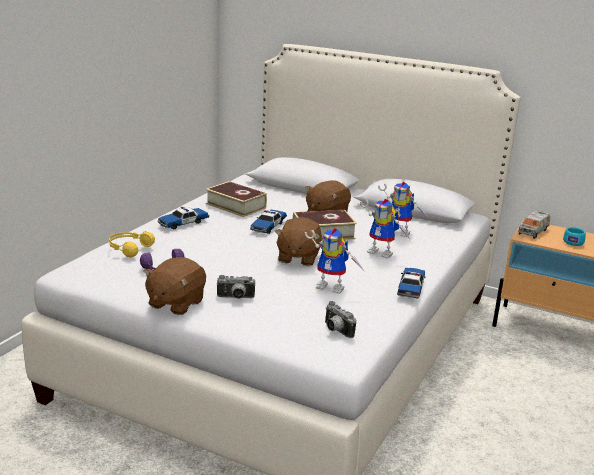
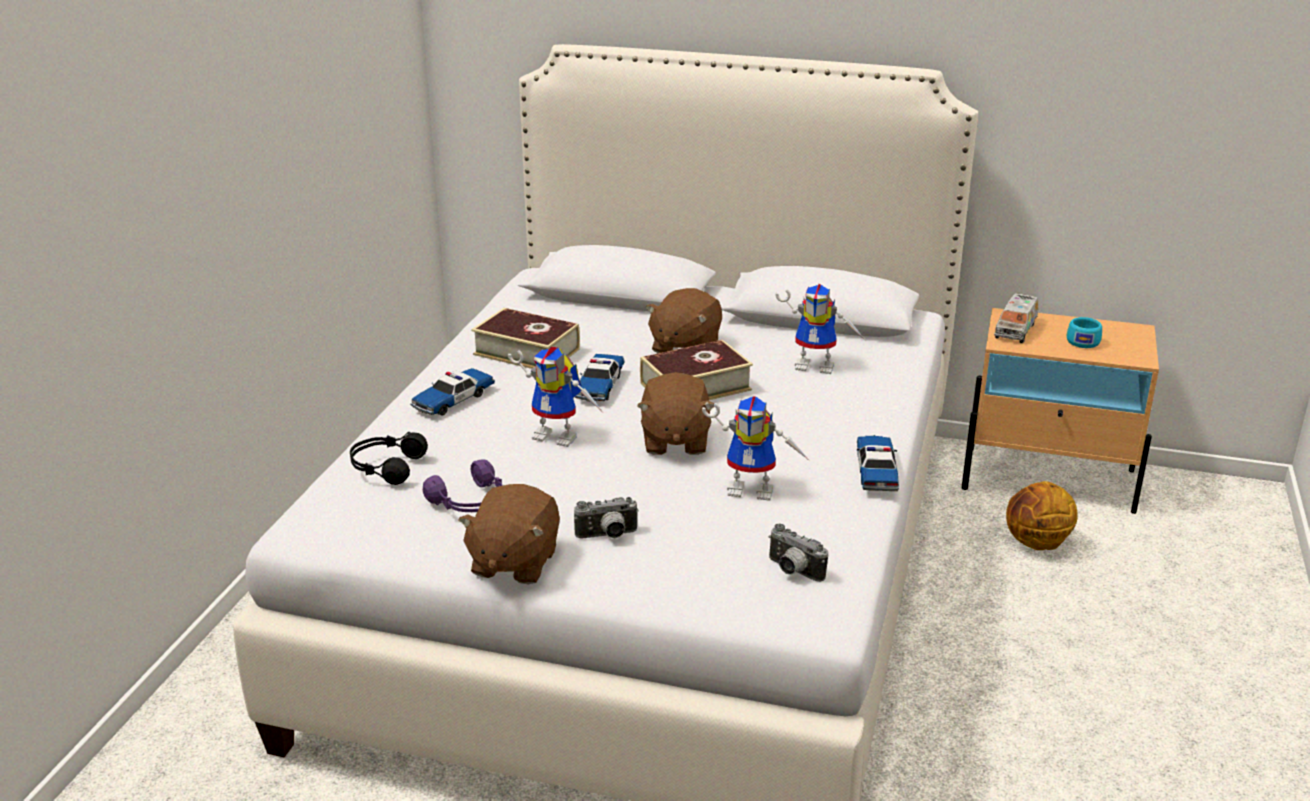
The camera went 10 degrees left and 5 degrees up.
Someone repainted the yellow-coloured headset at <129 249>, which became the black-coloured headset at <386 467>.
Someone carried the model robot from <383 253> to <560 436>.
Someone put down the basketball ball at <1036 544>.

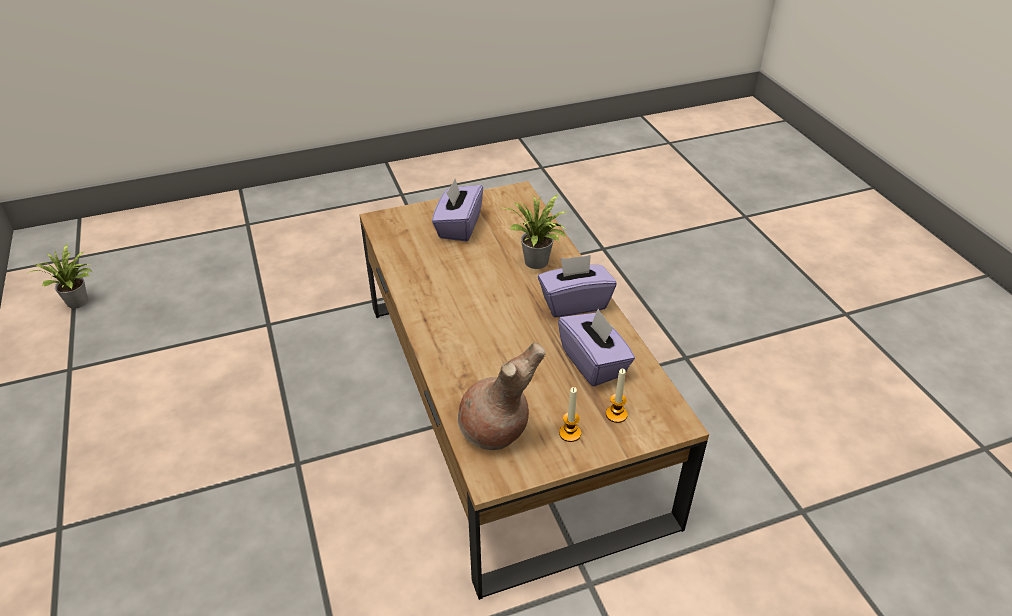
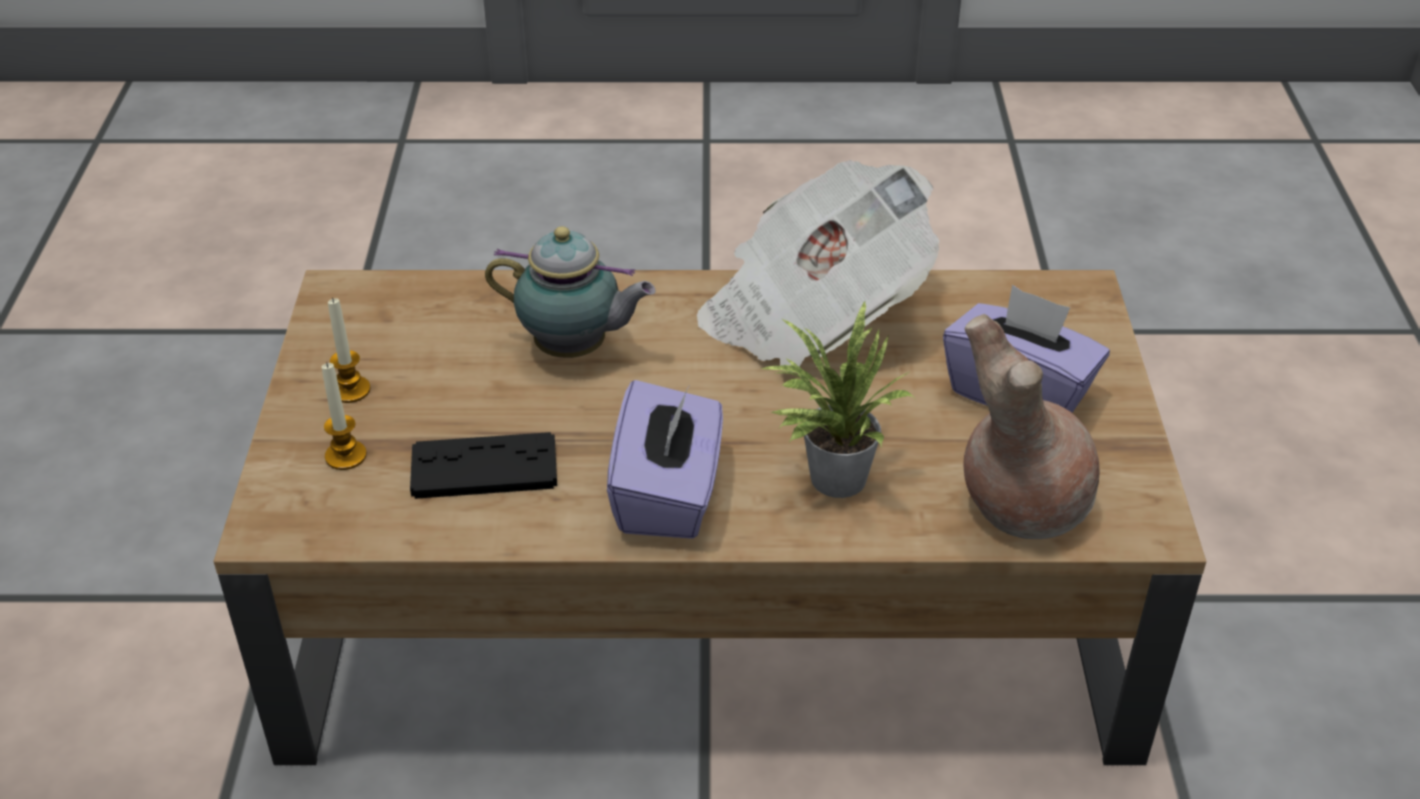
The camera went 110 degrees right and 0 degrees up.
Someone swapped the purple-coloured tissue holder at <594 363> for the black-coloured gamepad at <484 468>.
Someone put down the teapot at <575 350>.
Someone put down the newspaper at <812 313>.
Someone carried the brown decorative vase from <495 433> to <1018 506>.
Someone took away the plant in a pot at <79 303>.

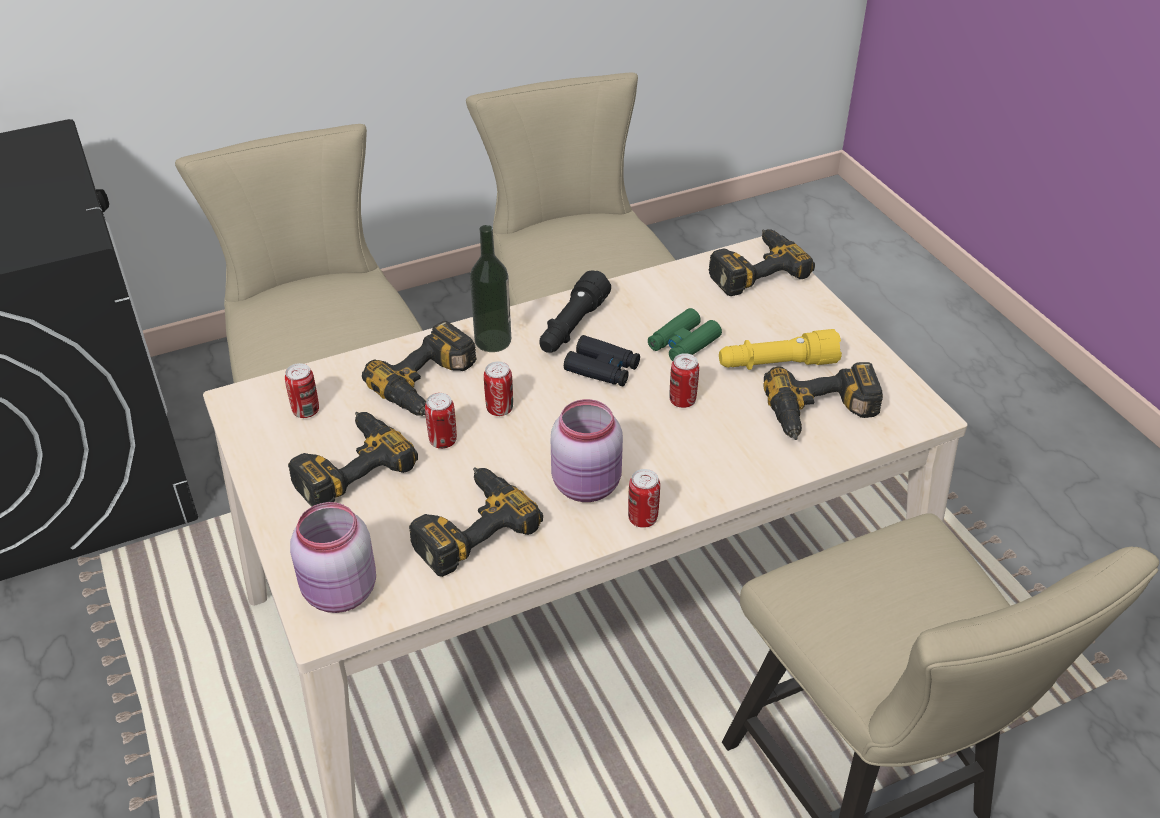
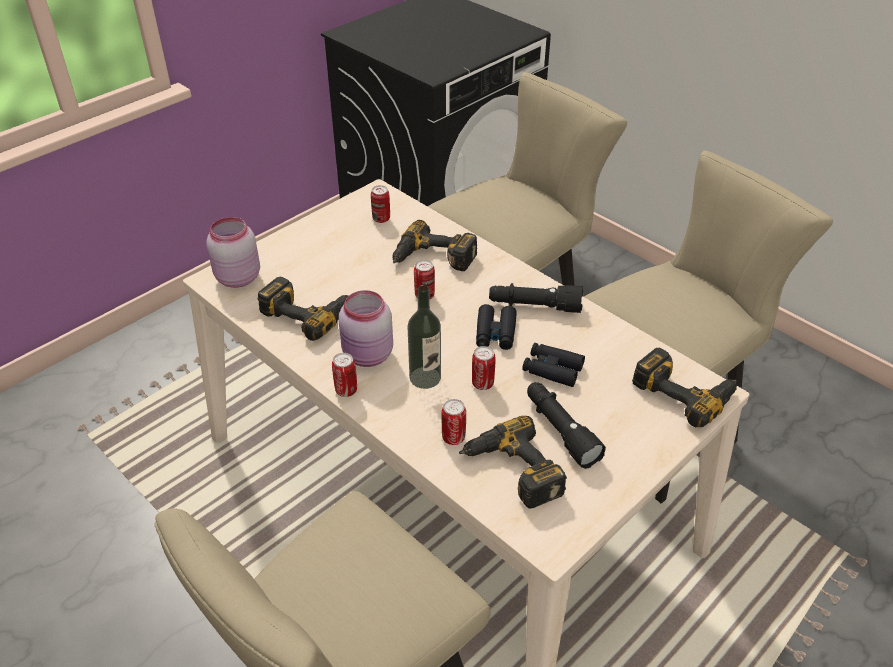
The camera went 70 degrees right and 0 degrees up.
Someone carried the bottle from <493 340> to <425 377>.
Someone carried the sealed can from <443 441> to <453 437>.
Someone repainted the green pair of binoculars at <683 343>, which became the black-coloured pair of binoculars at <552 369>.
Someone repainted the yellow-coloured torch at <776 364>, which became the black-coloured torch at <560 431>.
Someone took away the power drill at <348 466>.

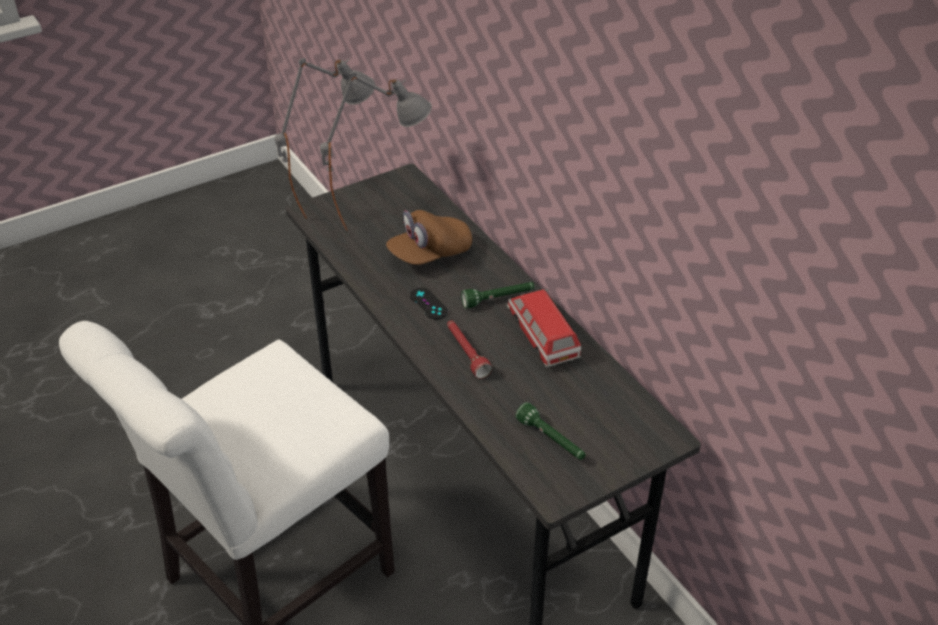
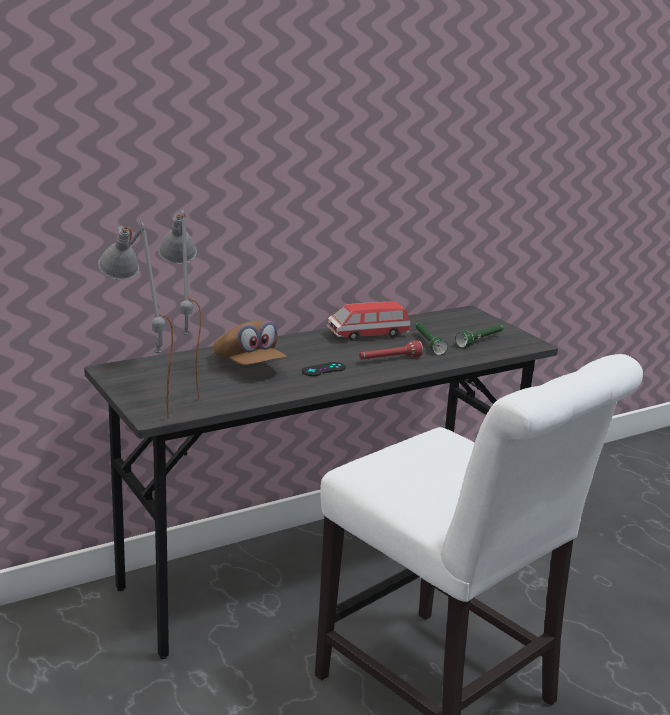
The camera went 90 degrees left and 20 degrees down.
Someone carried the green torch from <498 299> to <428 343>.

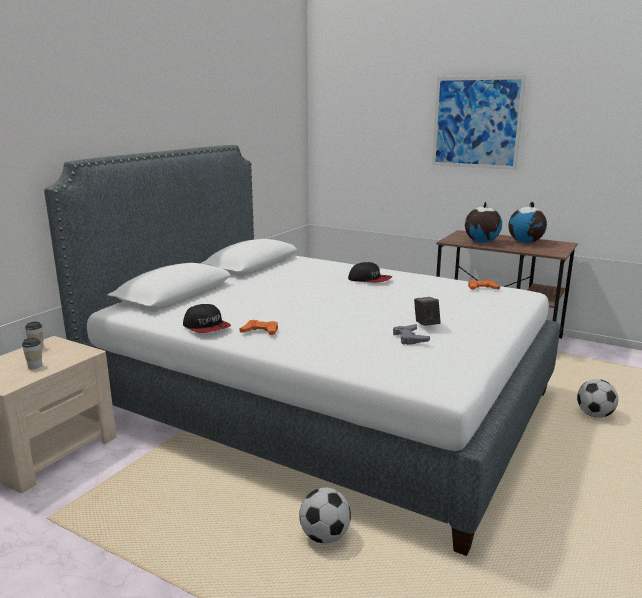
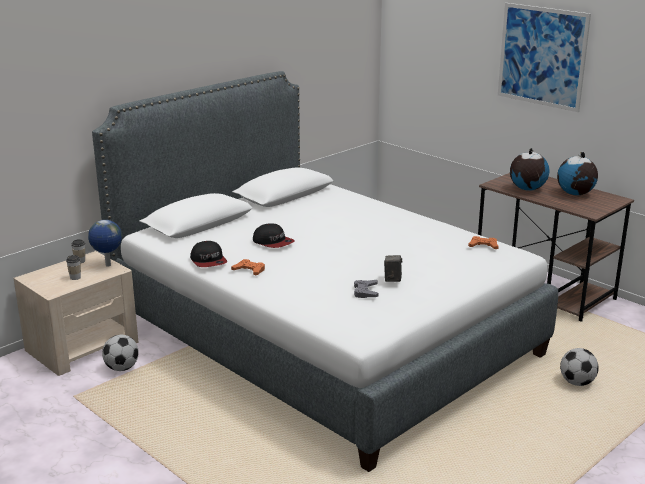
The camera went 15 degrees right and 5 degrees up.
Someone put down the world globe at <108 265>.
Someone carried the football from <324 536> to <122 368>.
Someone carried the cap from <370 280> to <273 242>.

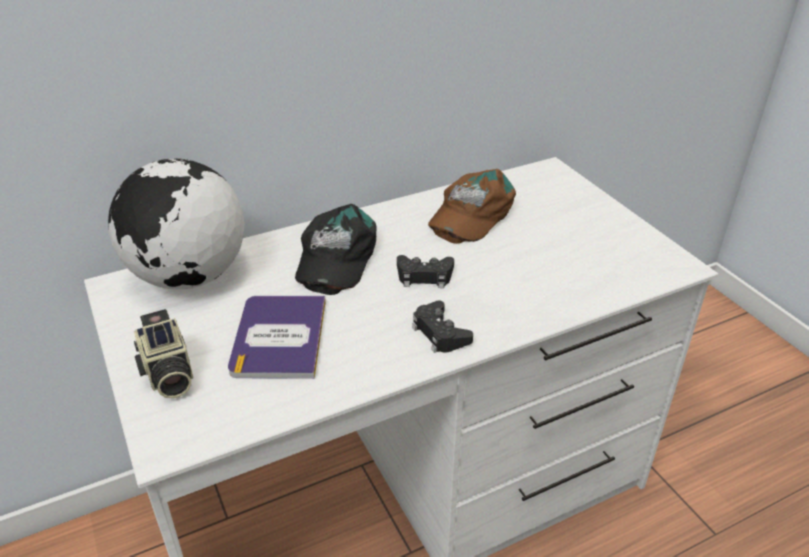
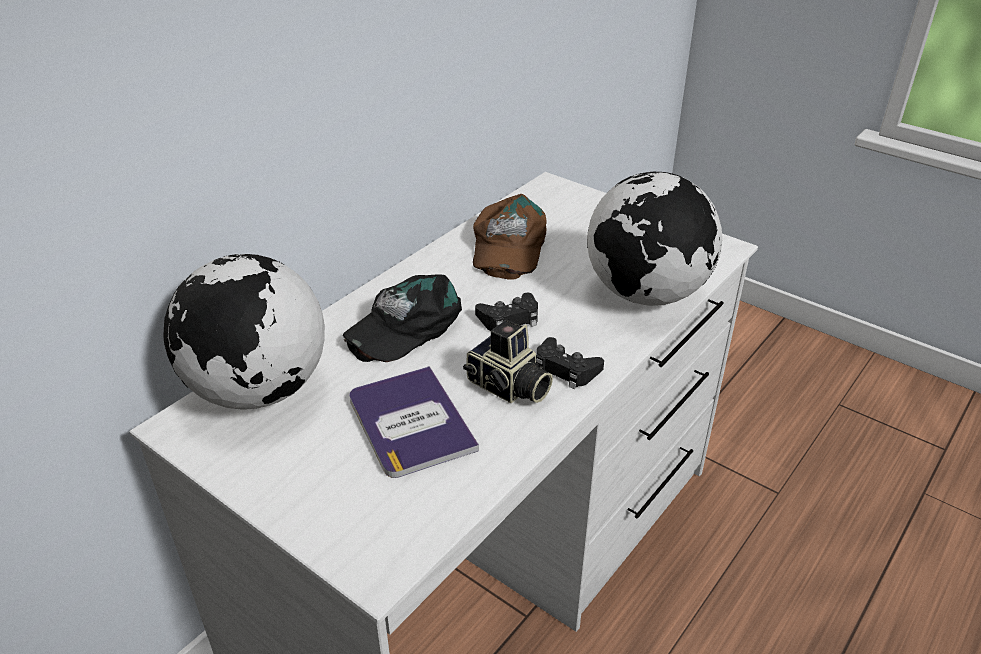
The camera went 25 degrees left and 0 degrees up.
Someone rotated the black-coloured cap at <335 257> by 60 degrees clockwise.
Someone carried the still camera from <167 375> to <508 388>.
Someone put down the world globe at <646 294>.

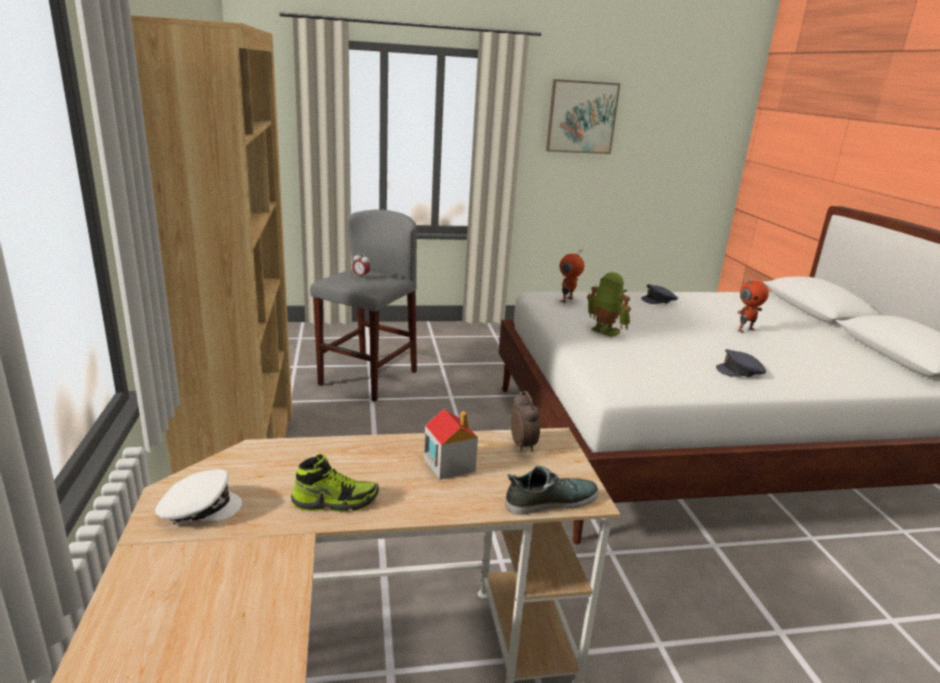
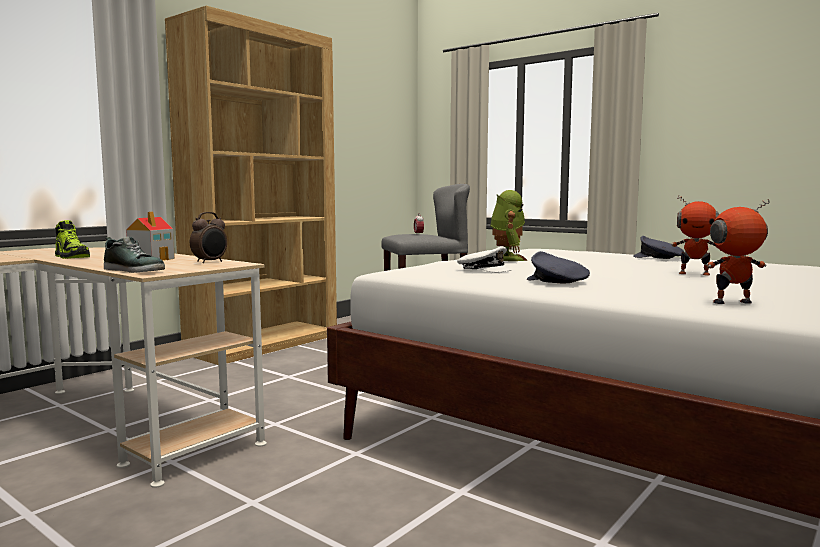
The camera went 50 degrees right and 15 degrees down.
Someone carried the whitish cap from <199 508> to <484 270>.
Someone carried the model robot from <567 300> to <733 303>.
Someone took away the wall art at <581 117>.

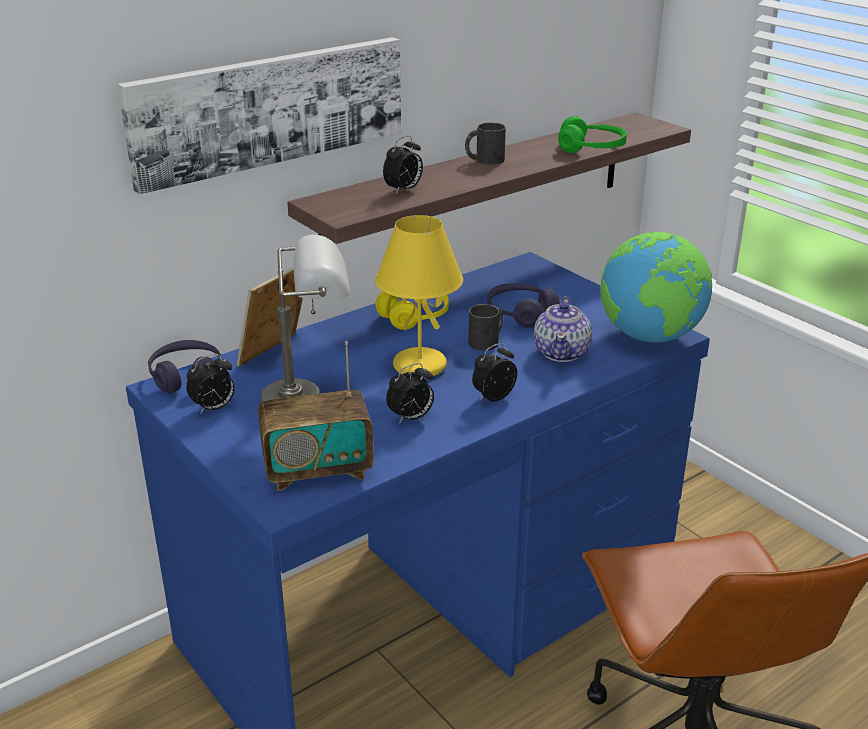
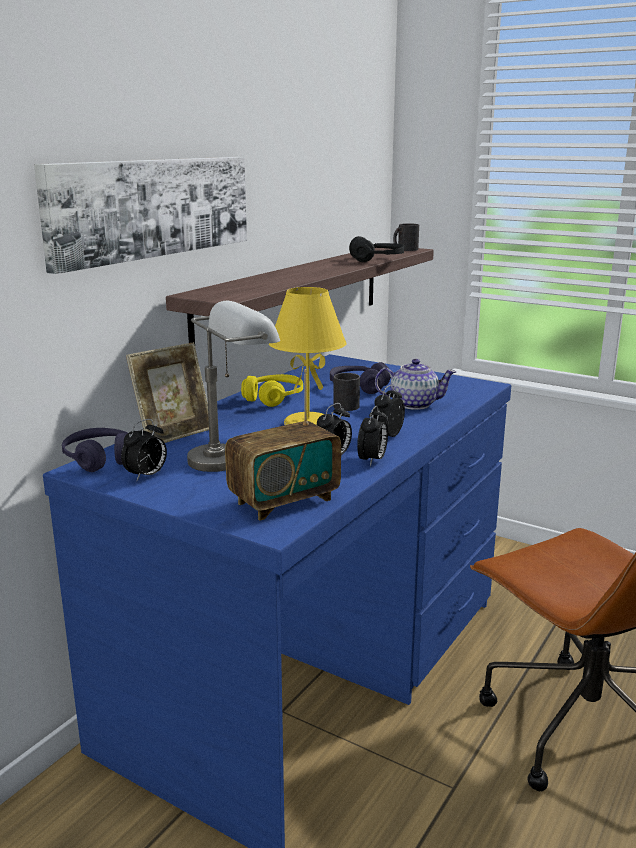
The camera went 20 degrees left and 10 degrees down.
Someone rotated the picture frame at <276 354> by 150 degrees counterclockwise.
Someone repainted the green headset at <591 148>, which became the black-coloured headset at <377 259>.
Someone carried the table clock from <404 190> to <372 460>.
Someone rotated the teapot at <562 352> by 75 degrees counterclockwise.
Someone carried the black-coloured mug from <484 160> to <404 249>.
Someone took away the world globe at <650 337>.

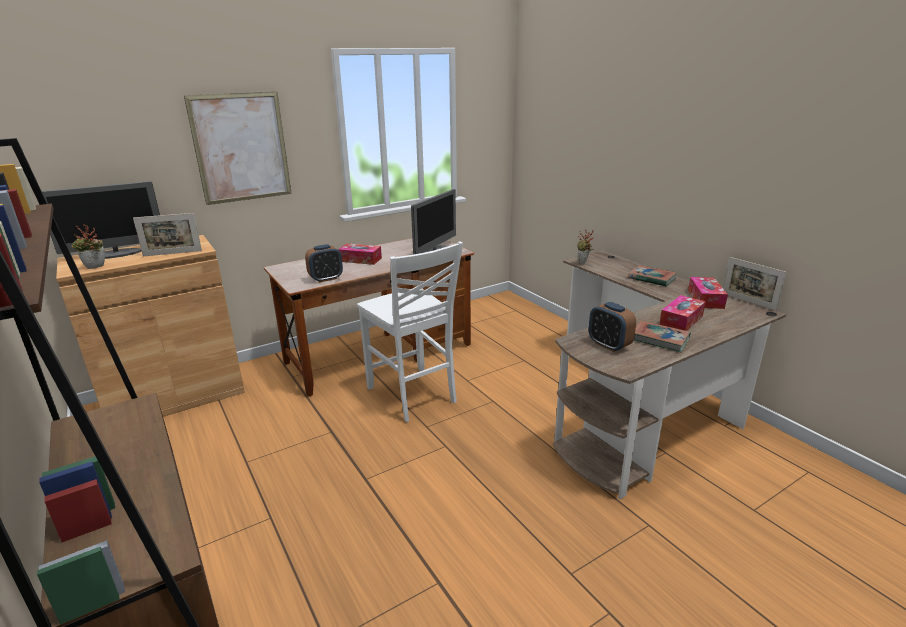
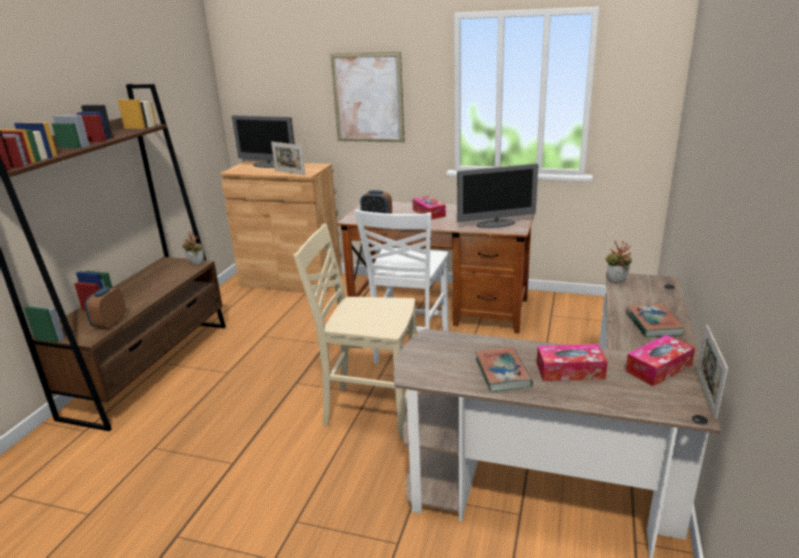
The camera went 50 degrees right and 0 degrees up.
Someone carried the table clock from <609 345> to <110 323>.
Someone carried the plant in a pot from <95 268> to <195 264>.
Someone put down the beige-coloured chair at <370 409>.

